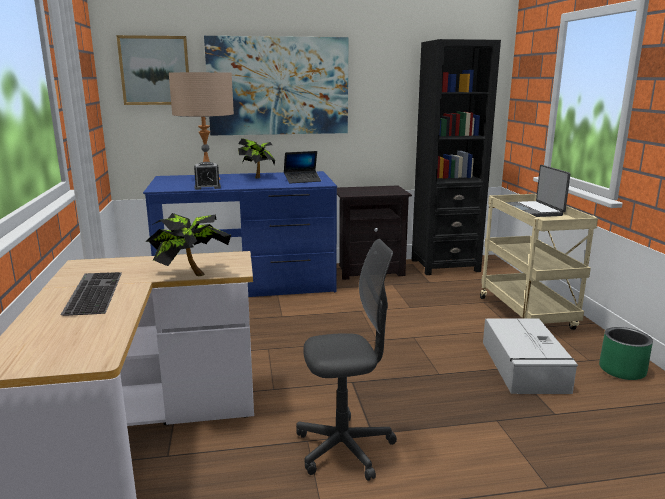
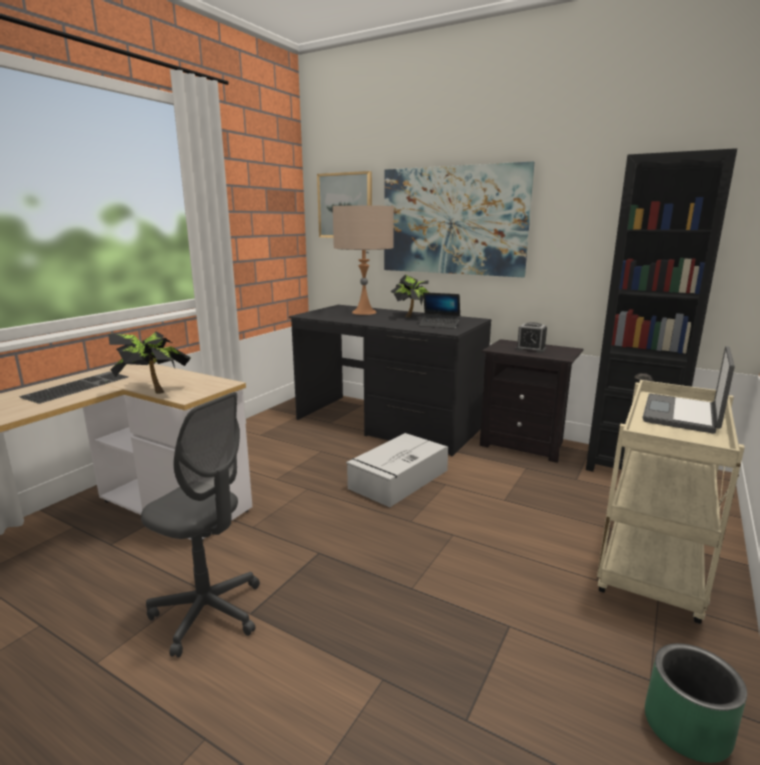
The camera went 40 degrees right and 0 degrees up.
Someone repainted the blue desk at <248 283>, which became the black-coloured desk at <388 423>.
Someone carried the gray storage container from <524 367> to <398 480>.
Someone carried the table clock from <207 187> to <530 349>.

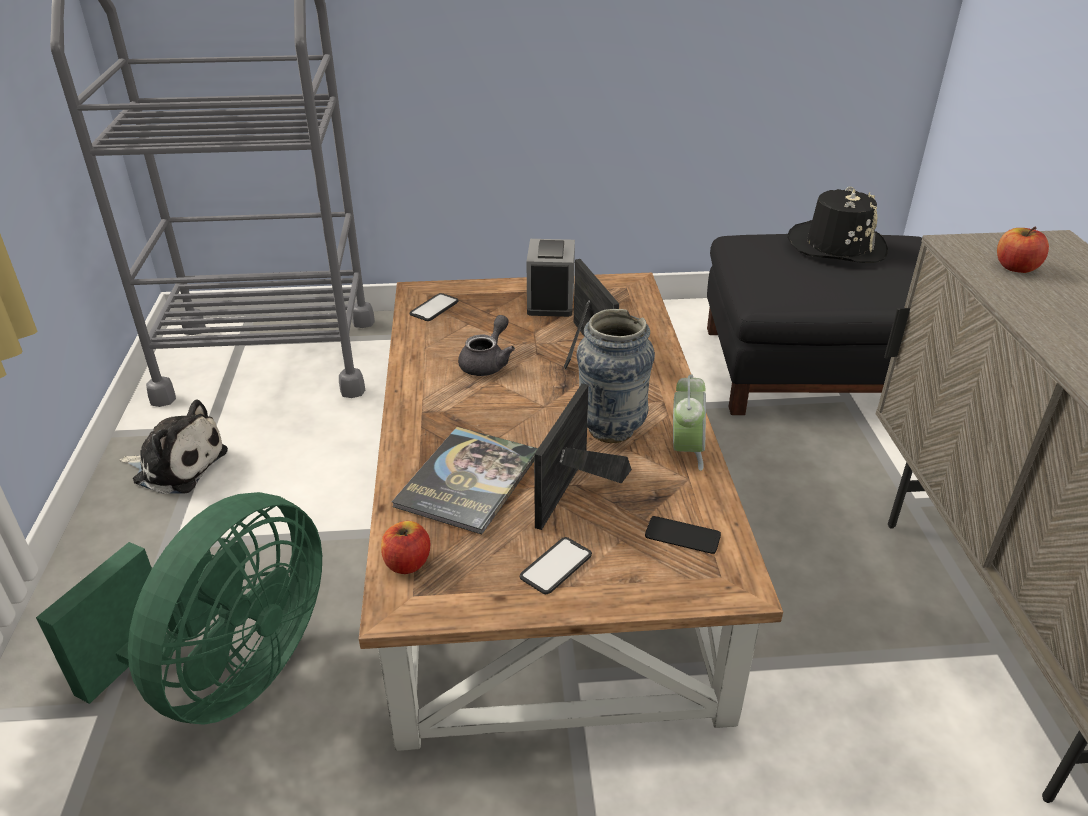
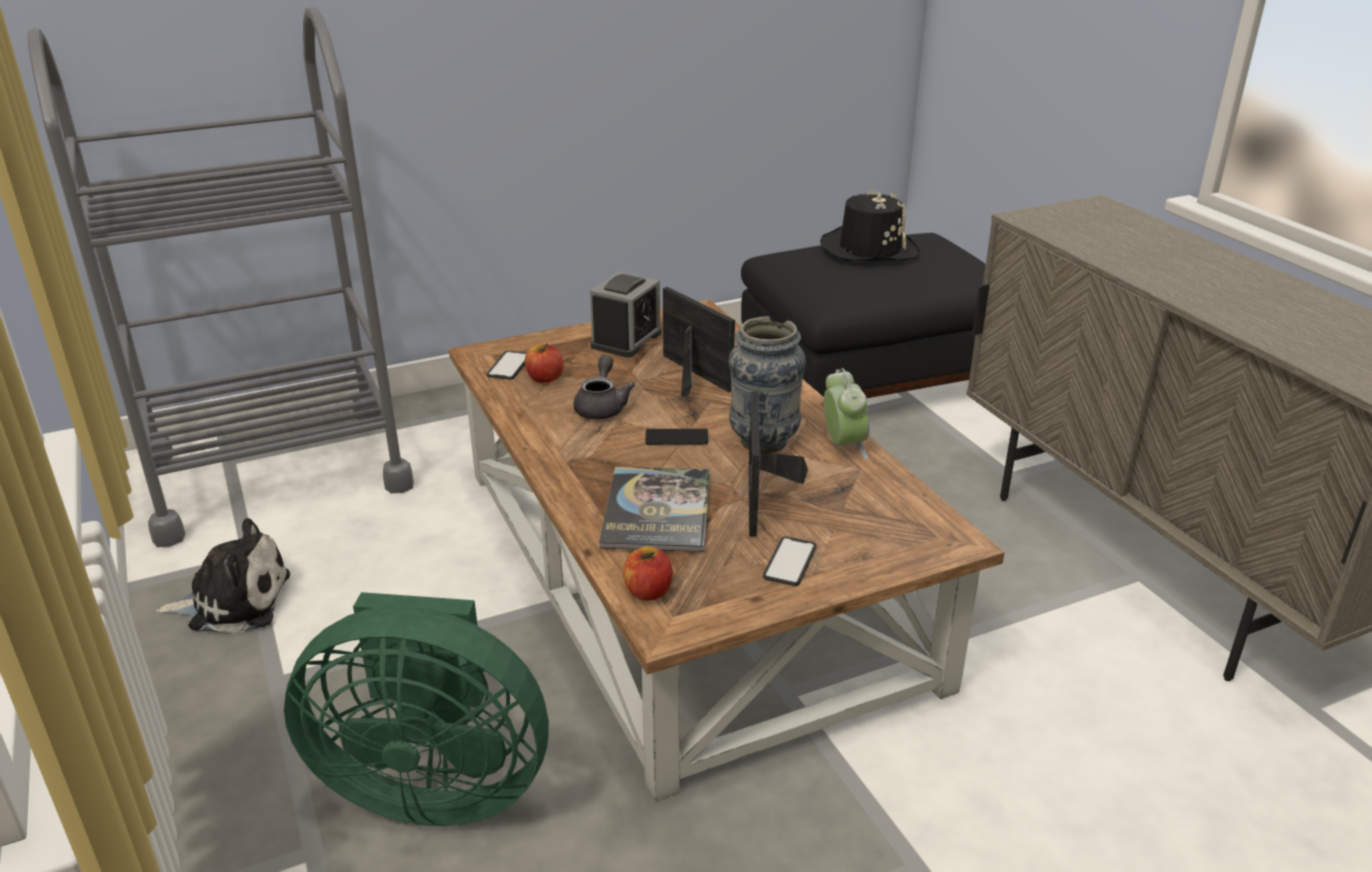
The camera went 20 degrees left and 5 degrees down.
Someone rotated the green cooling fan at <228 675> by 90 degrees clockwise.
Someone carried the whole apple from <1016 268> to <544 378>.
Someone rotated the table clock at <550 300> by 45 degrees clockwise.
Someone carried the telephone from <682 535> to <676 438>.

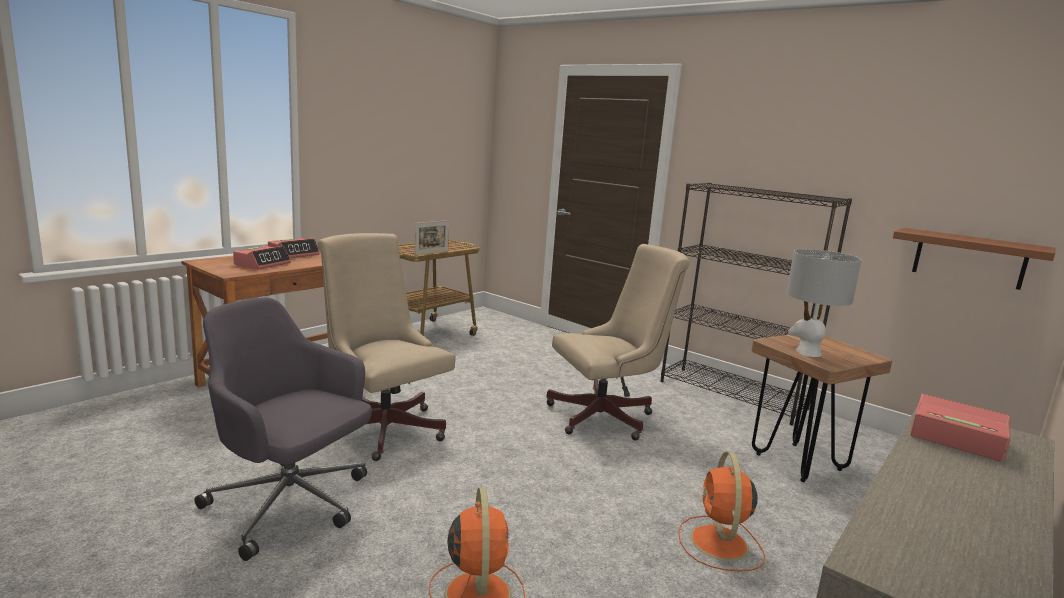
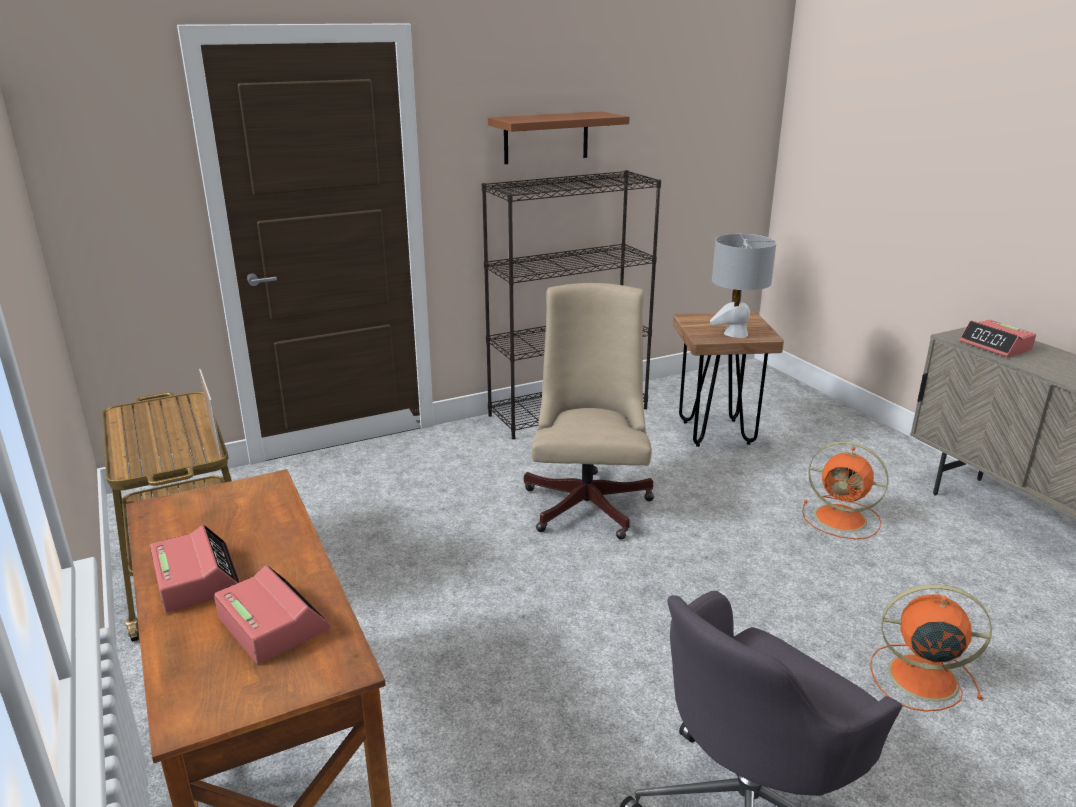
The camera went 65 degrees left and 10 degrees up.
Someone carried the brown shelf from <969 258> to <546 137>.
Someone rotated the table clock at <955 438> by 90 degrees counterclockwise.
Someone took away the beige-coloured desk chair at <382 426>.

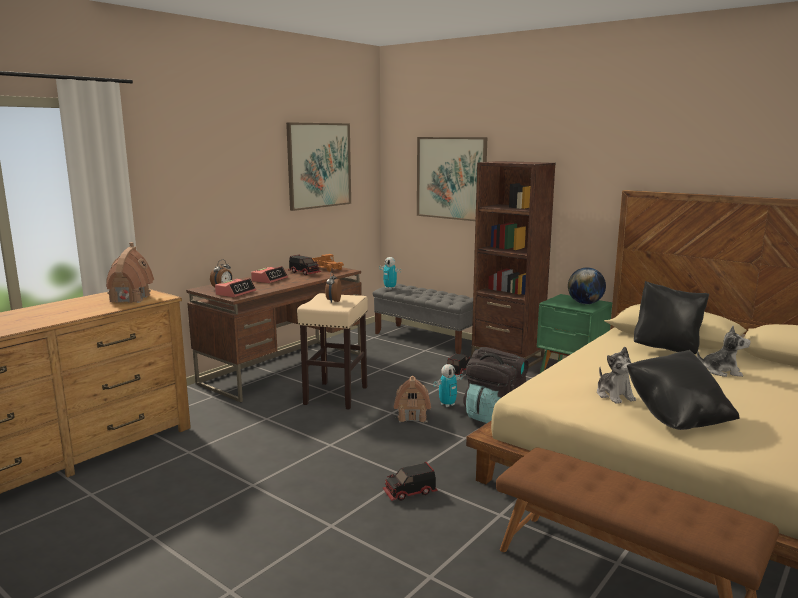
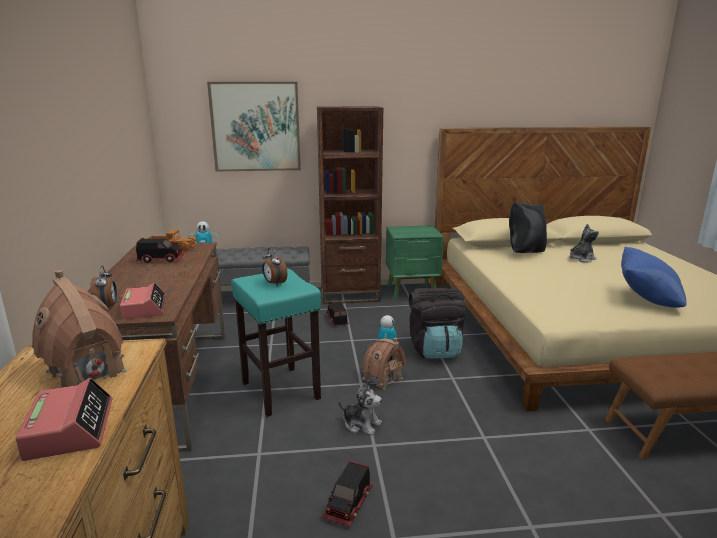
The camera went 45 degrees left and 5 degrees up.
Someone carried the table clock from <269 279> to <70 429>.
Someone repainted the beige-coloured stool at <336 396>, which became the blue-green stool at <281 391>.
Someone carried the toy lorry from <410 493> to <349 504>.
Someone carried the soft toy from <614 395> to <361 424>.
Someone repainted the black-coloured throw pillow at <677 418>, which became the blue throw pillow at <647 300>.
Someone took away the wall art at <319 165>.
Someone took away the world globe at <585 303>.

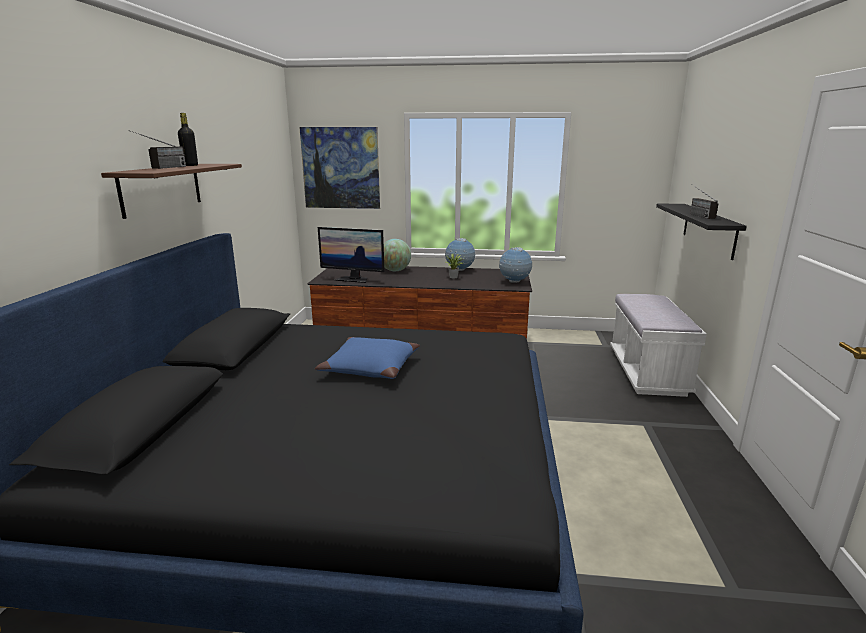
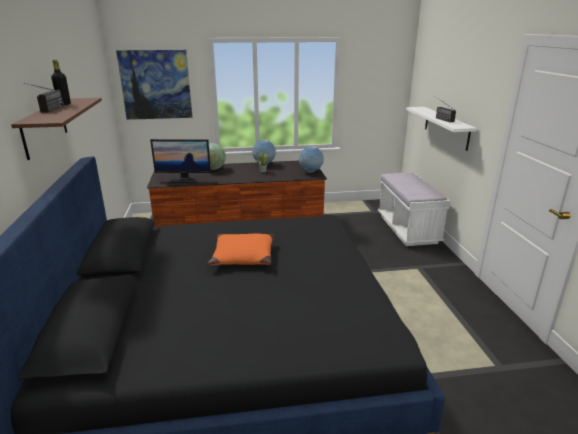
The camera went 15 degrees left and 5 degrees up.
Someone repainted the blue throw pillow at <370 368>, which became the orange-coloured throw pillow at <243 257>.
Someone repainted the black-coloured shelf at <708 229>, which became the whitish shelf at <446 127>.

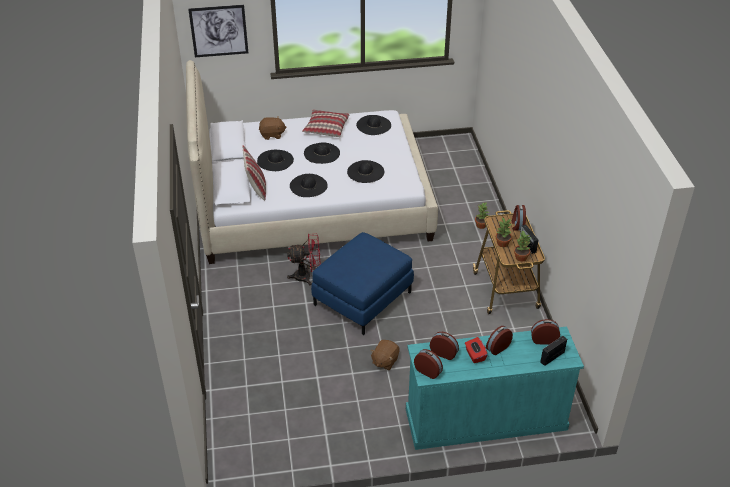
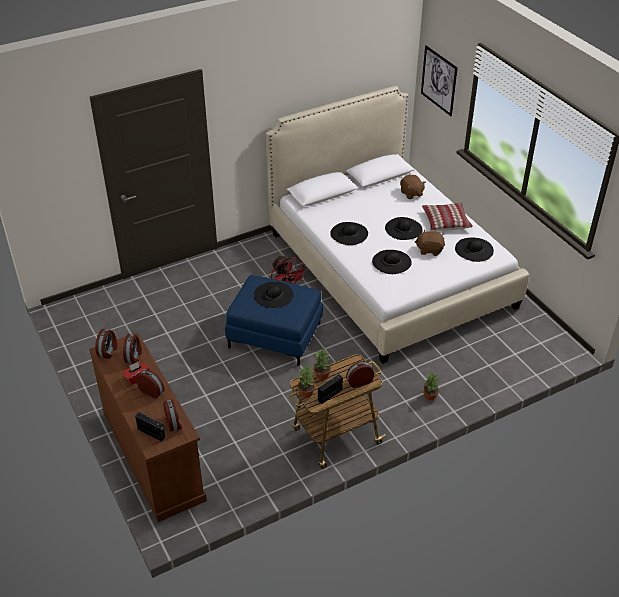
The camera went 70 degrees right and 0 degrees up.
Someone repainted the blue-green drawer chest at <485 419>, which became the brown drawer chest at <152 455>.
Someone carried the black-coloured clothing hat from <275 160> to <273 295>.
Someone carried the brown soft toy from <384 361> to <429 250>.
Someone took away the throw pillow at <256 188>.

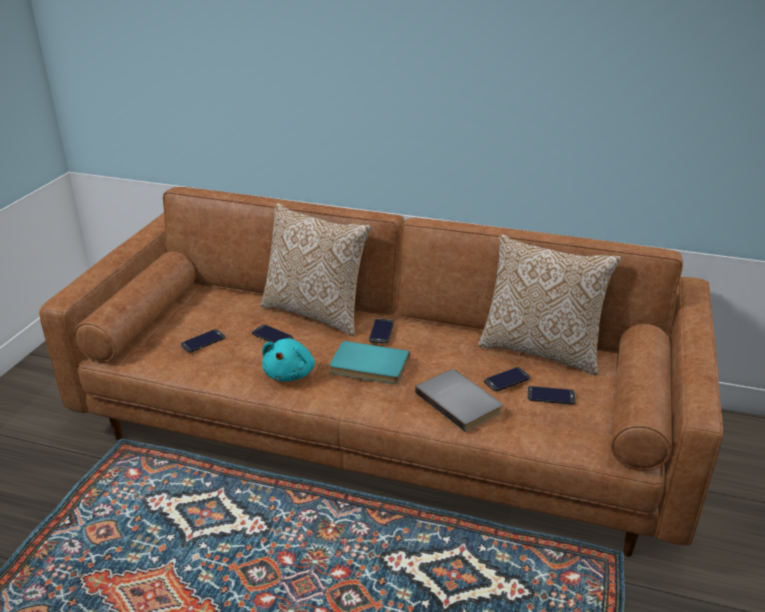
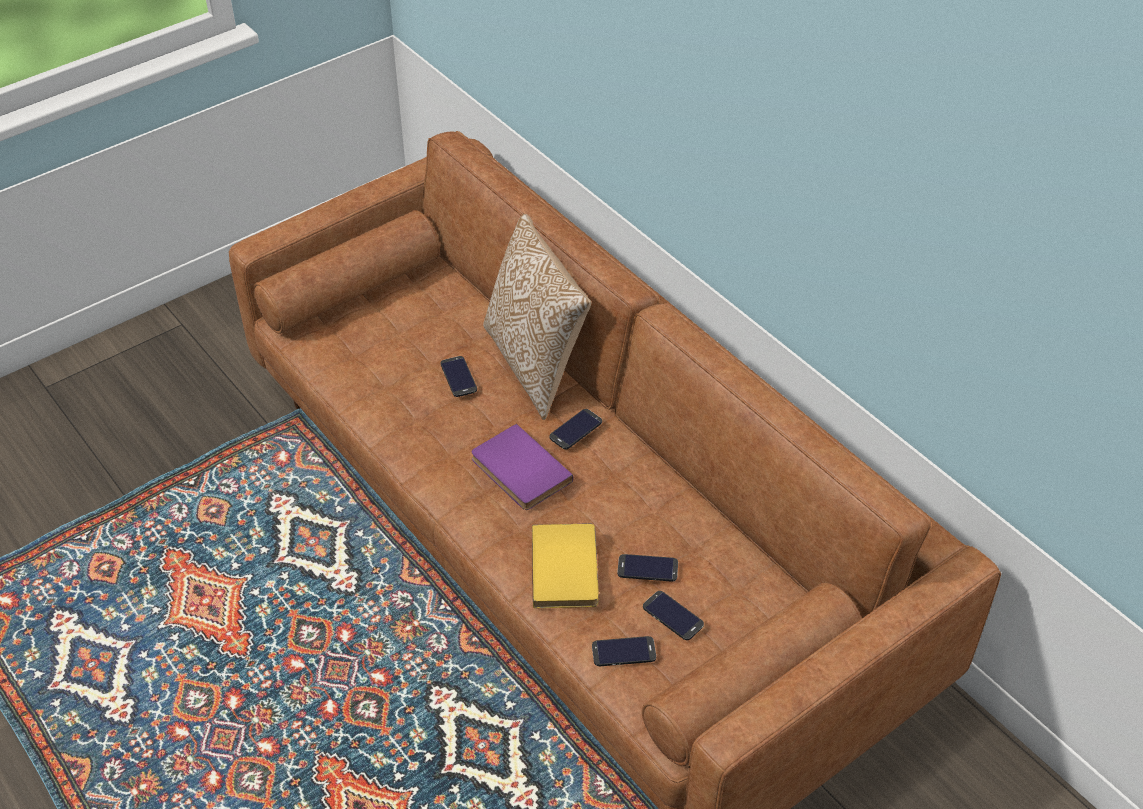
The camera went 35 degrees right and 15 degrees up.
Someone repainted the blue-green bound book at <369 366>, which became the purple-coloured bound book at <518 471>.
Someone repainted the gray bound book at <460 401>, which became the yellow-coloured bound book at <568 568>.
Someone carried the telephone from <203 341> to <624 652>.
Someone took away the blue-green soft toy at <290 373>.
Someone took away the throw pillow at <541 350>.

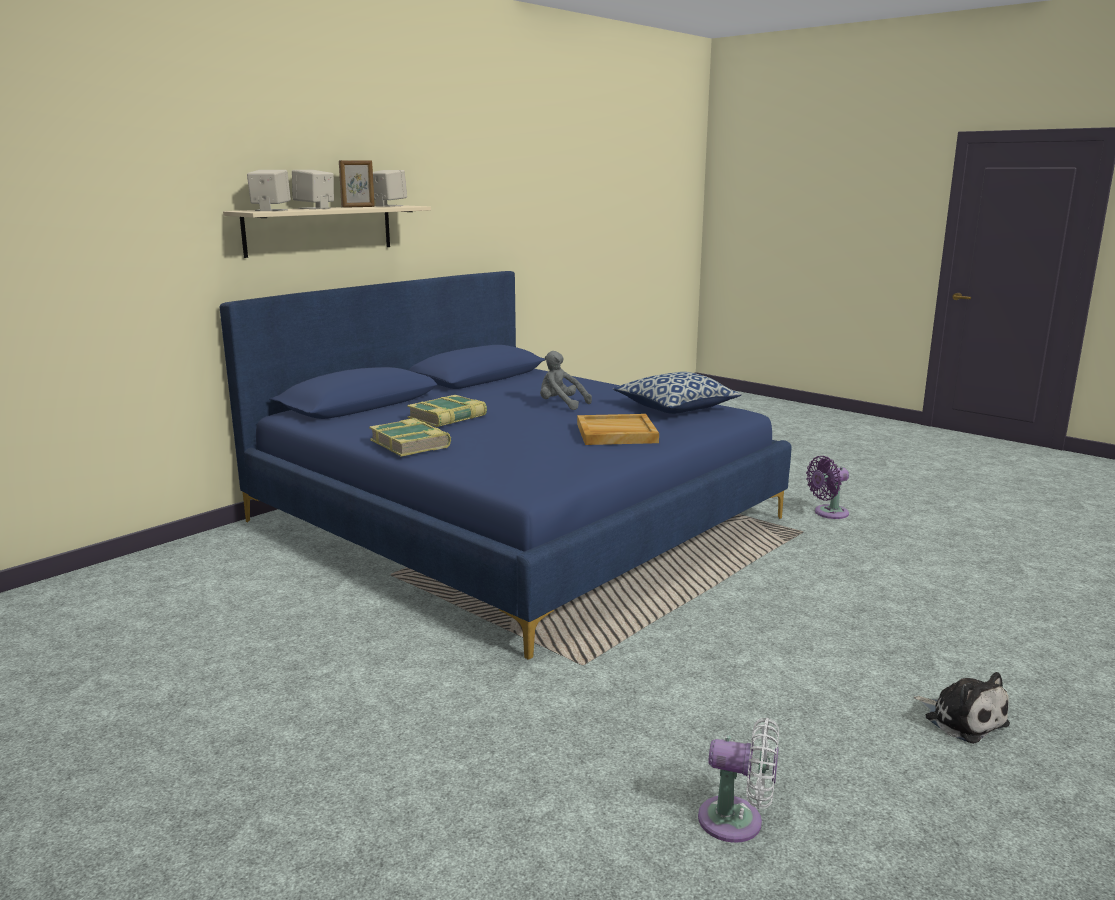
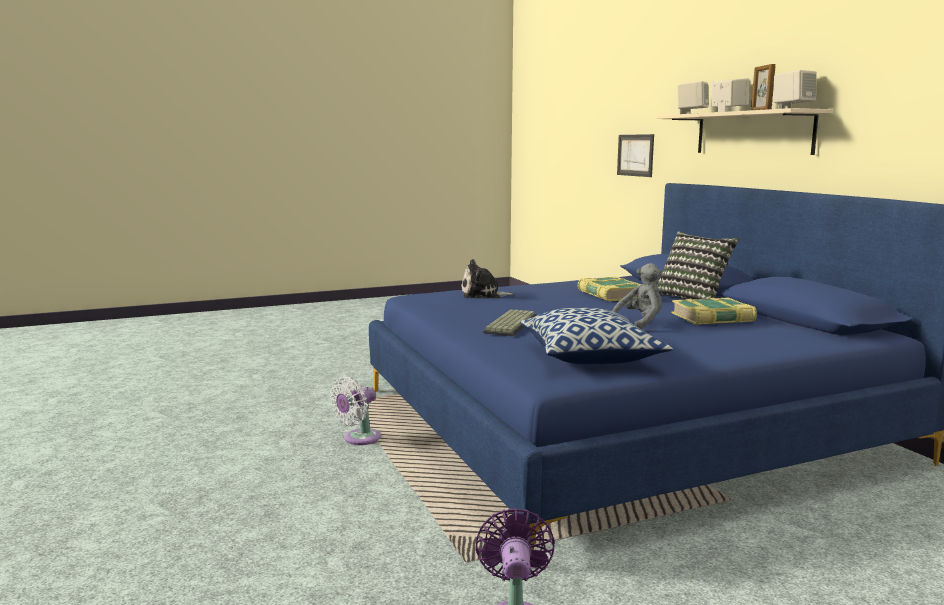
The camera went 115 degrees right and 5 degrees down.
Someone carried the whitish cooling fan from <737 821> to <359 439>.
Someone carried the soft toy from <962 719> to <483 295>.
Someone swapped the beige-coloured serving tray at <616 433> for the PC keyboard at <510 324>.
Someone put up the wall art at <635 155>.
Someone put down the throw pillow at <692 298>.
Someone carried the bound book from <410 444> to <713 318>.

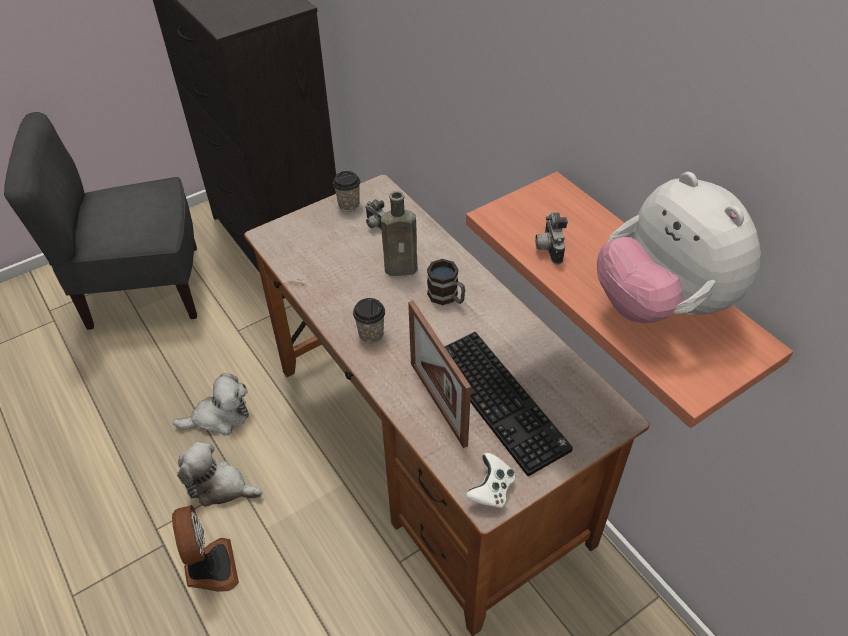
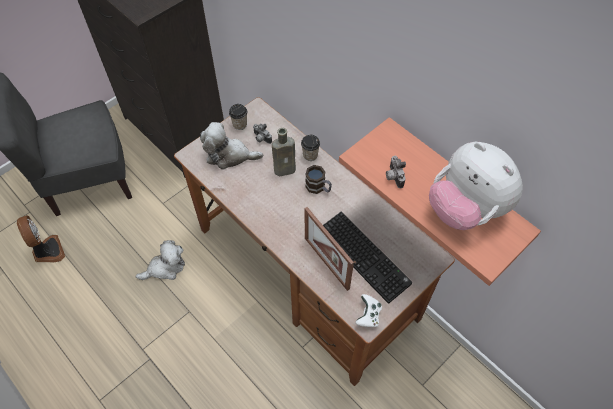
The camera went 10 degrees left and 10 degrees up.
Someone carried the cooling fan from <210 568> to <47 251>.
Someone carried the soft toy from <220 486> to <229 155>.
Someone carried the drinking cup from <371 334> to <310 155>.

